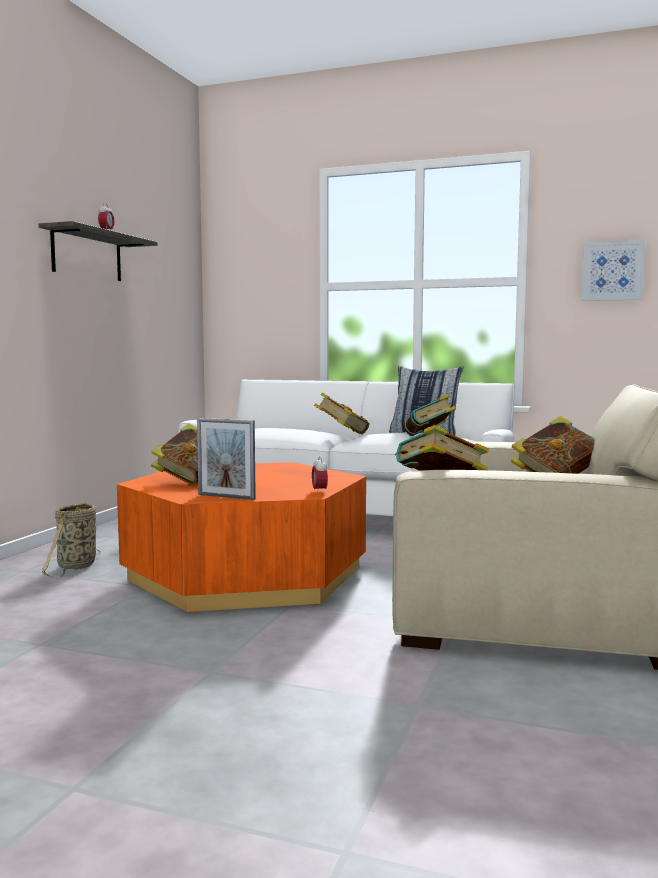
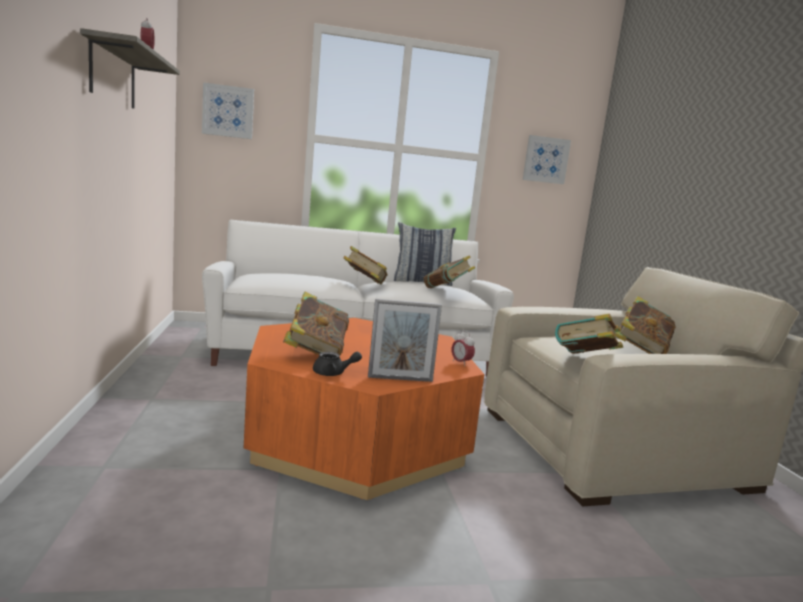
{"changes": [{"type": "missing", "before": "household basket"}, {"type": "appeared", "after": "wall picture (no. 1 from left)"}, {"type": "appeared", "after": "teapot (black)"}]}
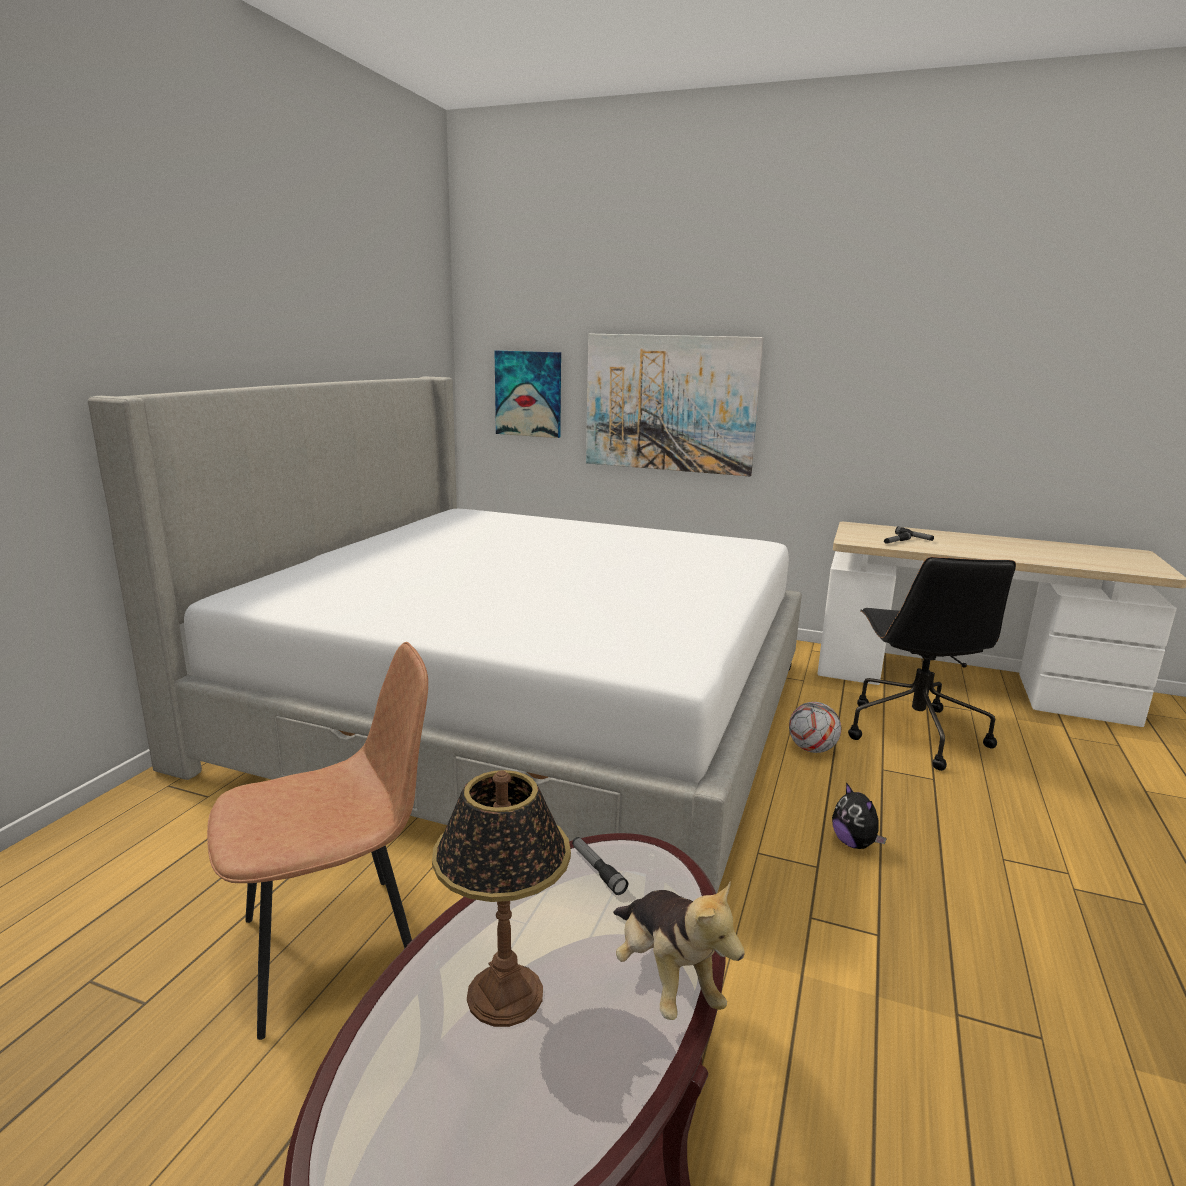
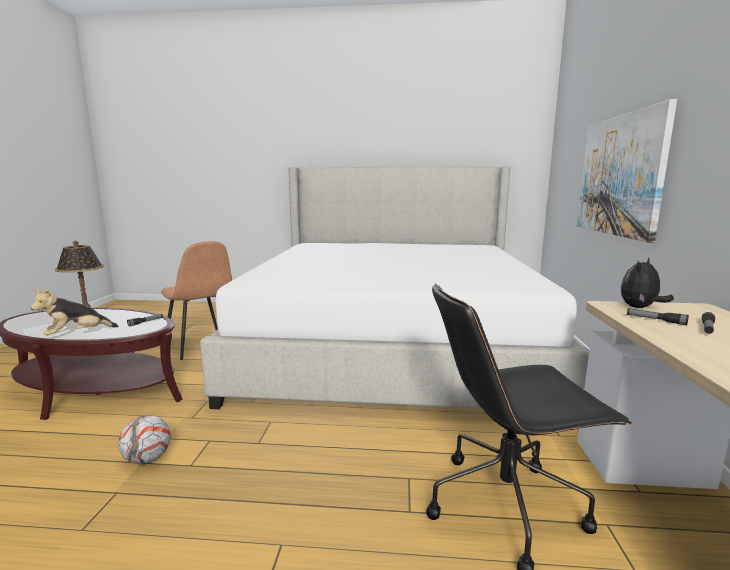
{"changes": [{"type": "missing", "before": "wall picture (no. 1 from left)"}, {"type": "relocated", "before": "ball for football"}, {"type": "relocated", "before": "soft toy (no. 2 from left)"}]}
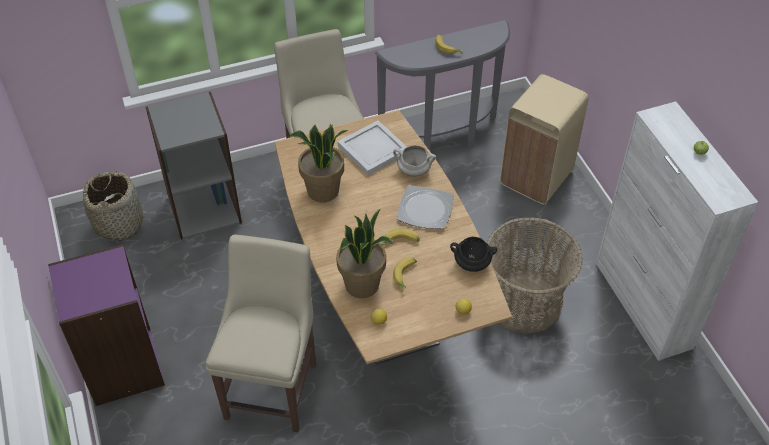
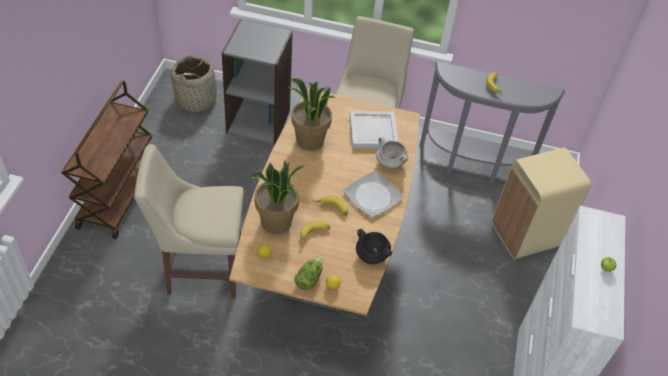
{"changes": [{"type": "missing", "before": "household basket (no. 2 from left)"}, {"type": "spun", "before": "plain chair (beige-coloured) (no. 1 from left)", "turn": -135}, {"type": "exchanged", "before": "bookshelf (purple-coloured)", "after": "trolley (brown-coloured)"}, {"type": "appeared", "after": "lettuce"}]}
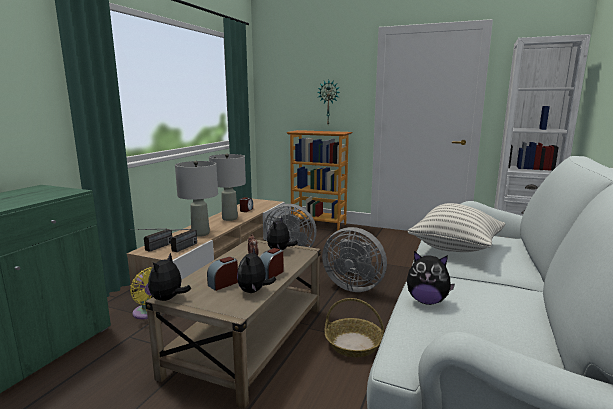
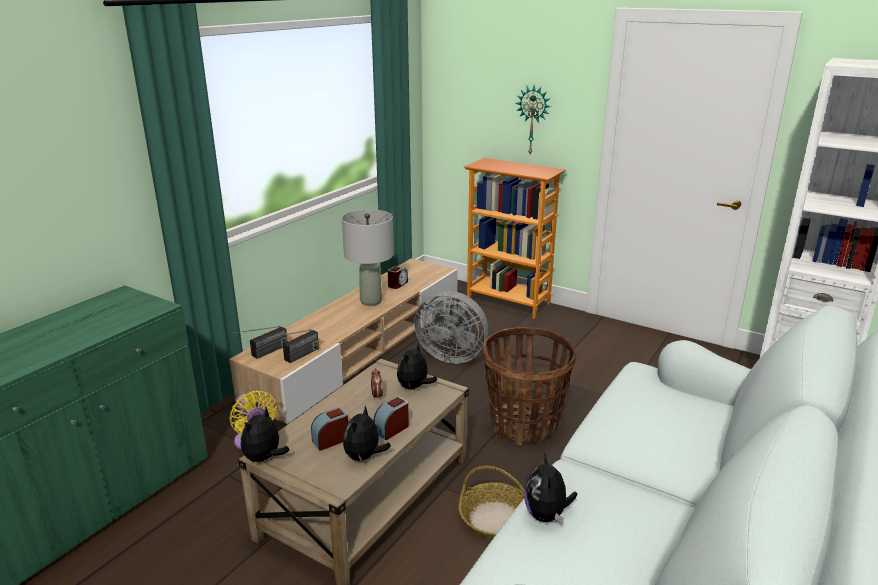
{"changes": [{"type": "missing", "before": "table lamp (greyish) (no. 1 from left)"}, {"type": "missing", "before": "cushion"}, {"type": "exchanged", "before": "fan (greyish) (no. 2 from left)", "after": "household basket (no. 2 from left)"}, {"type": "spun", "before": "soft toy (no. 4 from left)", "turn": 60}]}
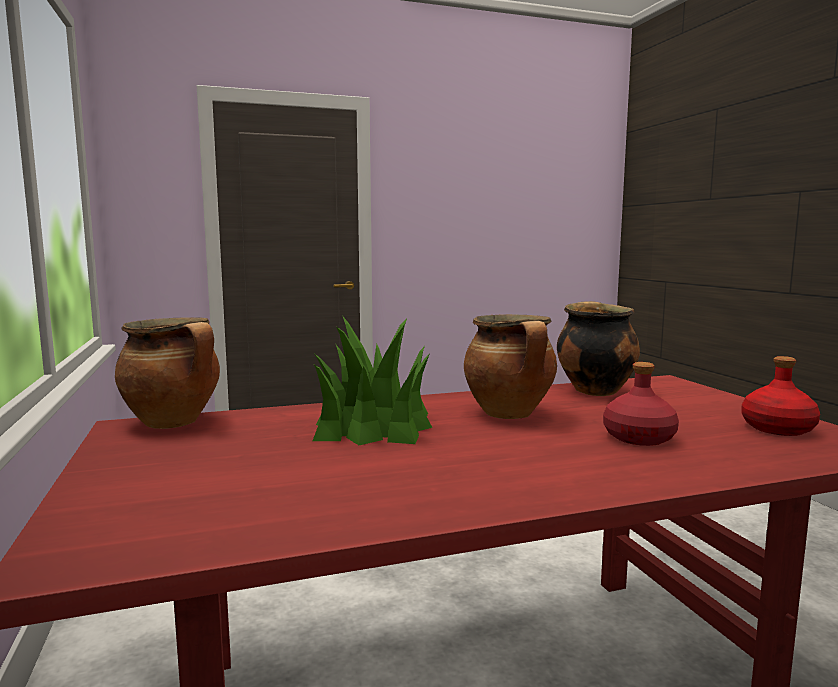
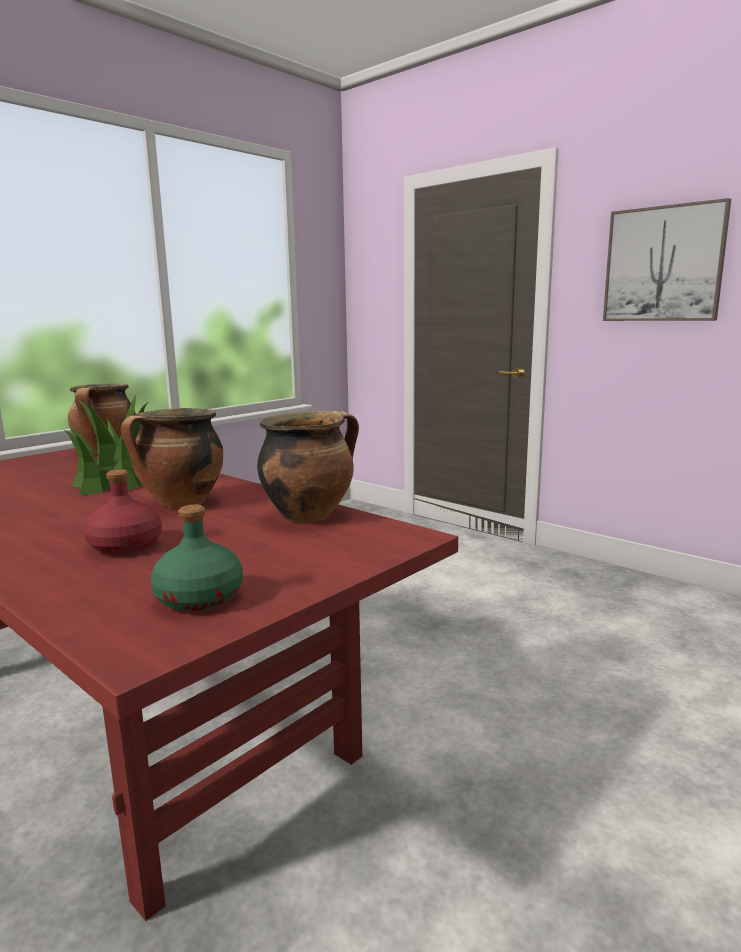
{"changes": [{"type": "colour", "before": "drink bottle (reddish) (no. 2 from left)", "after": "drink bottle (greenish)"}, {"type": "appeared", "after": "wall picture"}]}
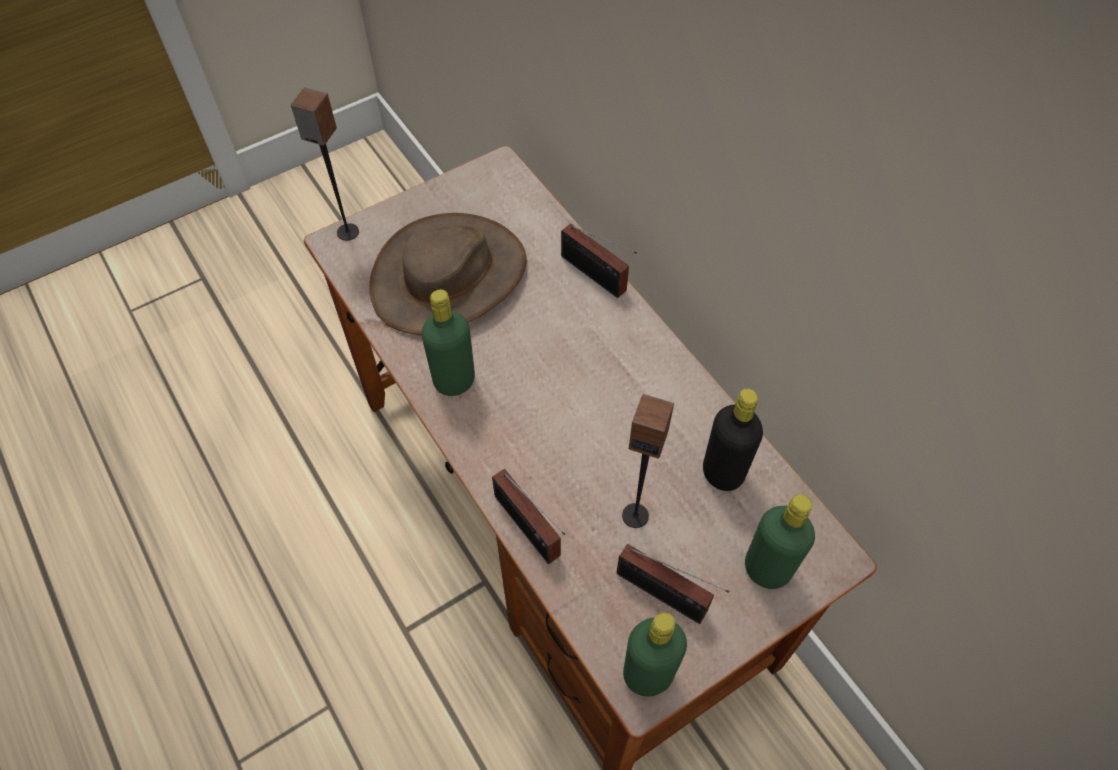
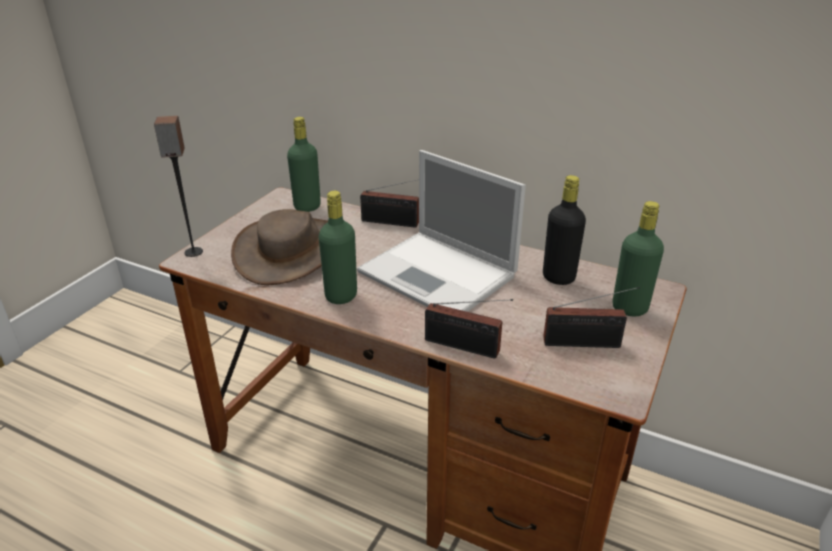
{"changes": [{"type": "missing", "before": "audio speaker (no. 2 from left)"}, {"type": "relocated", "before": "drink bottle (greenish) (no. 2 from left in the first image)", "after": "drink bottle (greenish) (no. 1 from left)"}, {"type": "appeared", "after": "laptop"}]}
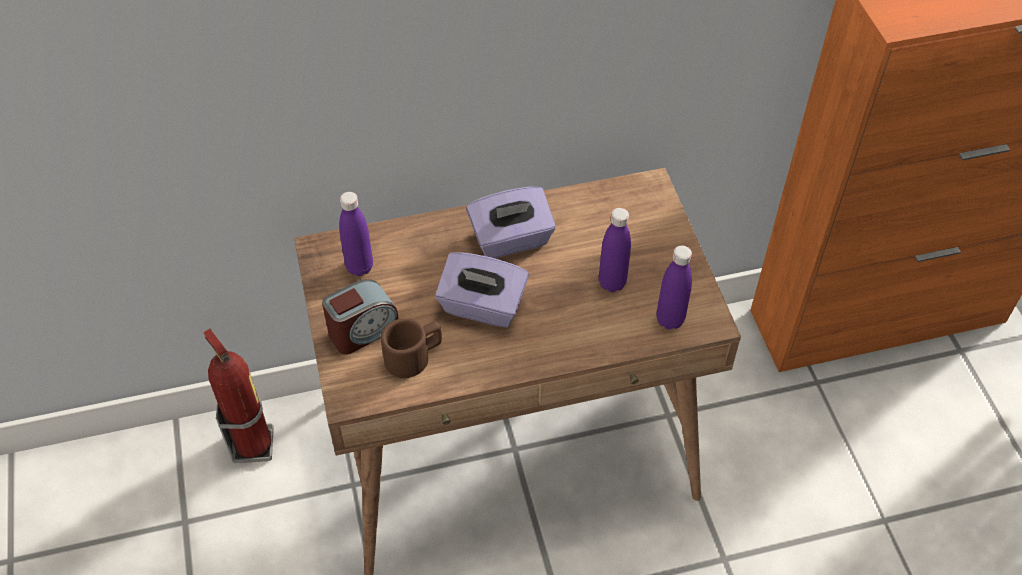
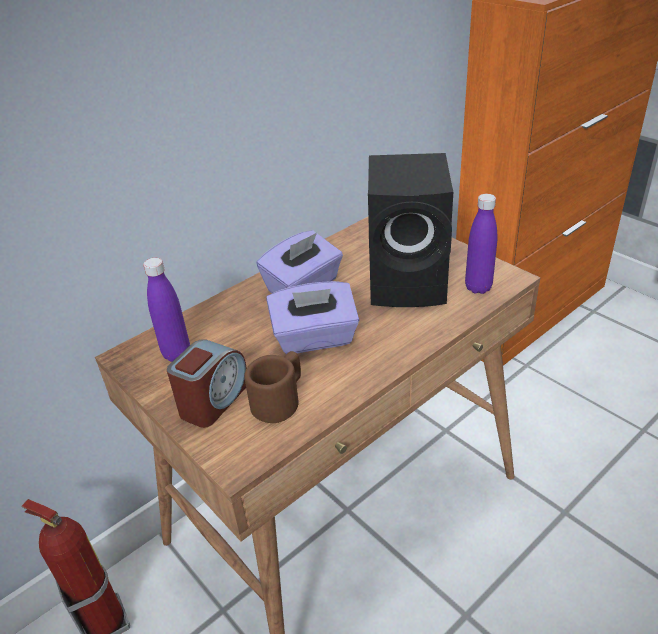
{"changes": [{"type": "exchanged", "before": "drink bottle (purple-coloured) (no. 2 from left)", "after": "audio speaker (black)"}]}
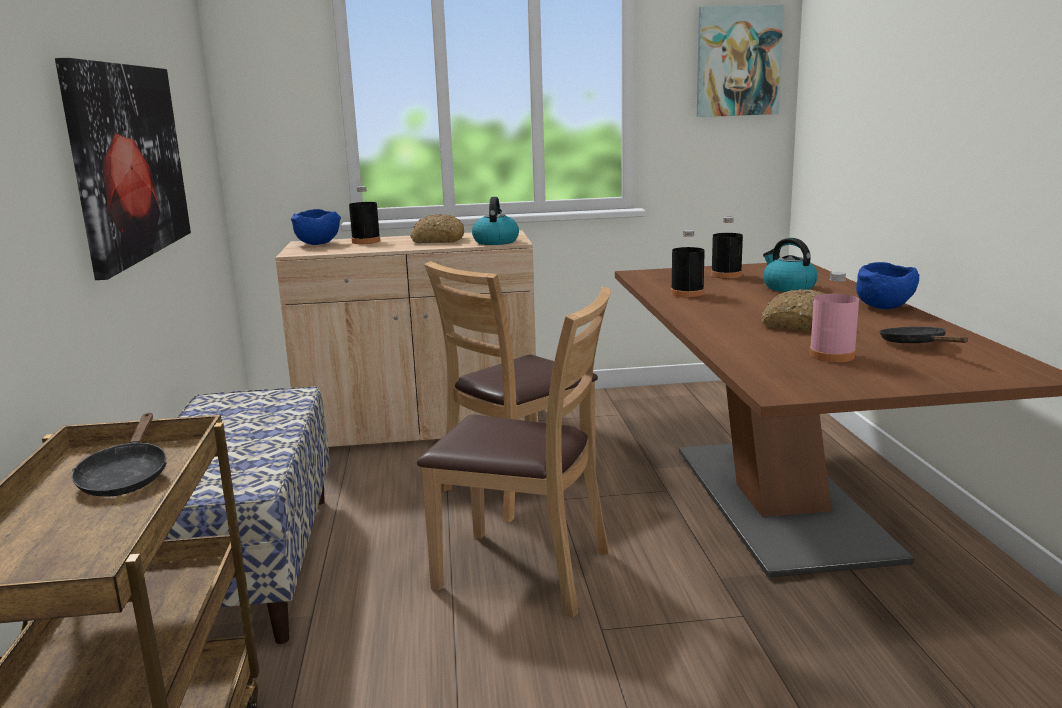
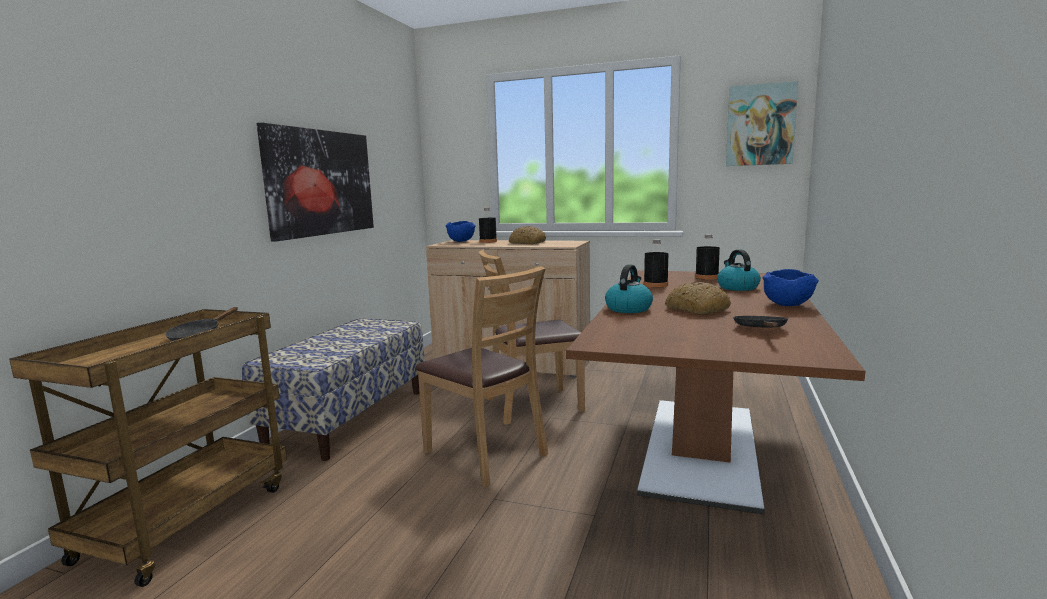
{"changes": [{"type": "relocated", "before": "water kettle (no. 1 from left)"}, {"type": "missing", "before": "drink bottle (pink-coloured)"}]}
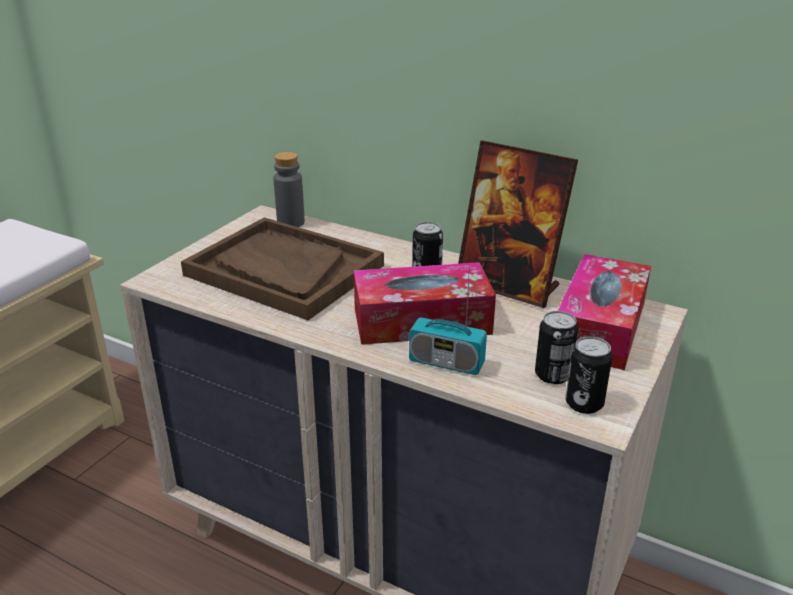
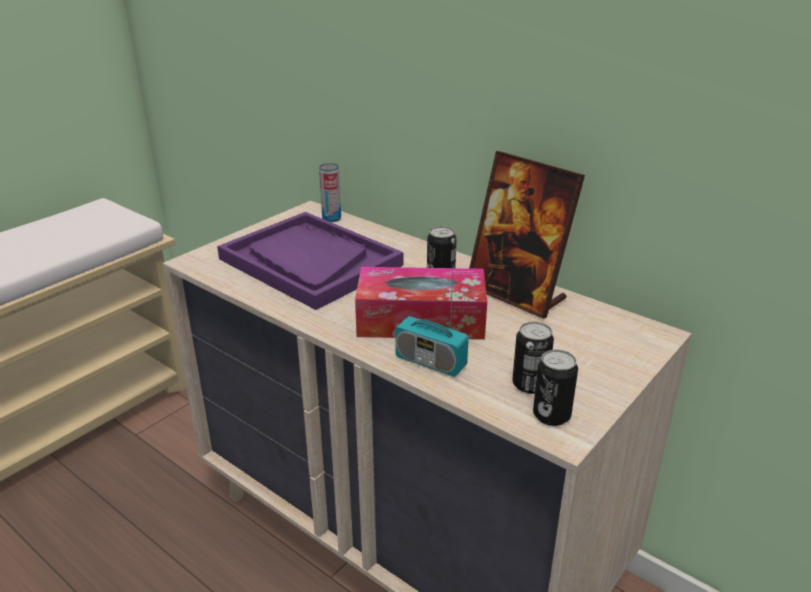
{"changes": [{"type": "exchanged", "before": "drink bottle (greyish)", "after": "sealed can (no. 1 from left)"}, {"type": "colour", "before": "tray (brown-coloured)", "after": "tray (purple-coloured)"}, {"type": "missing", "before": "tissue holder (no. 2 from left)"}]}
